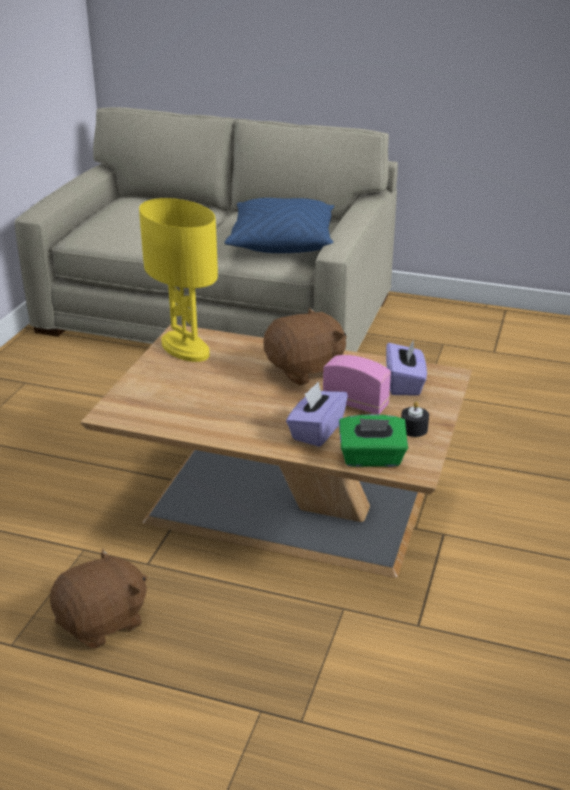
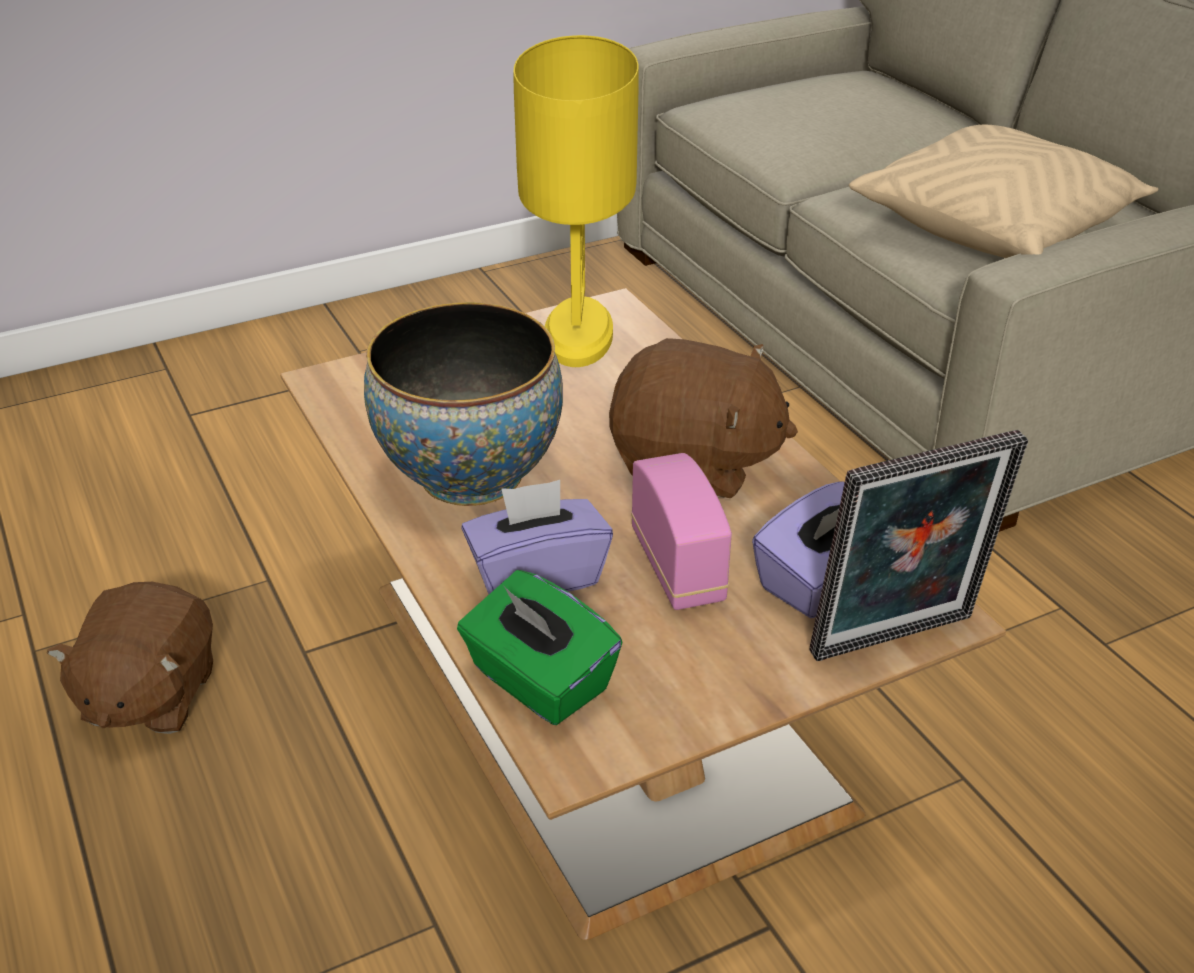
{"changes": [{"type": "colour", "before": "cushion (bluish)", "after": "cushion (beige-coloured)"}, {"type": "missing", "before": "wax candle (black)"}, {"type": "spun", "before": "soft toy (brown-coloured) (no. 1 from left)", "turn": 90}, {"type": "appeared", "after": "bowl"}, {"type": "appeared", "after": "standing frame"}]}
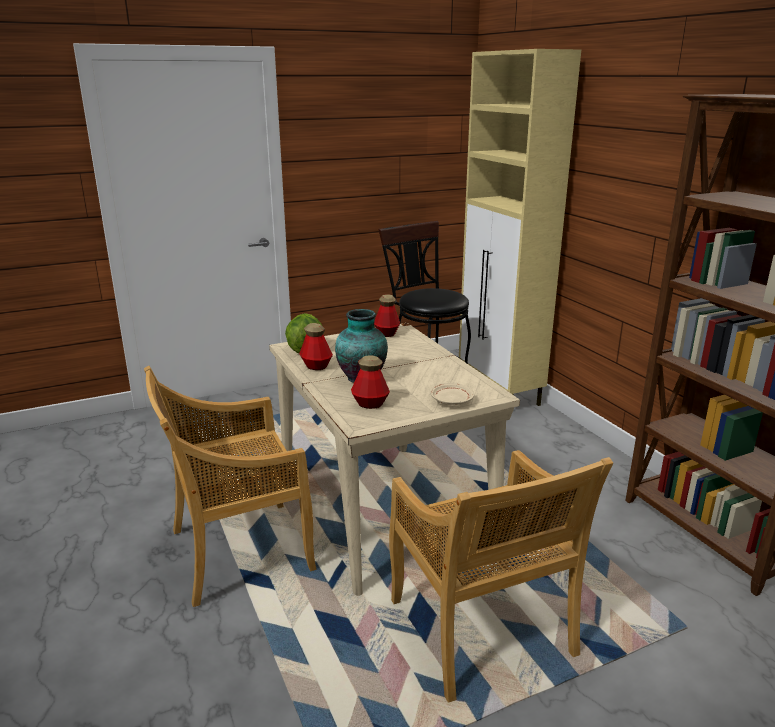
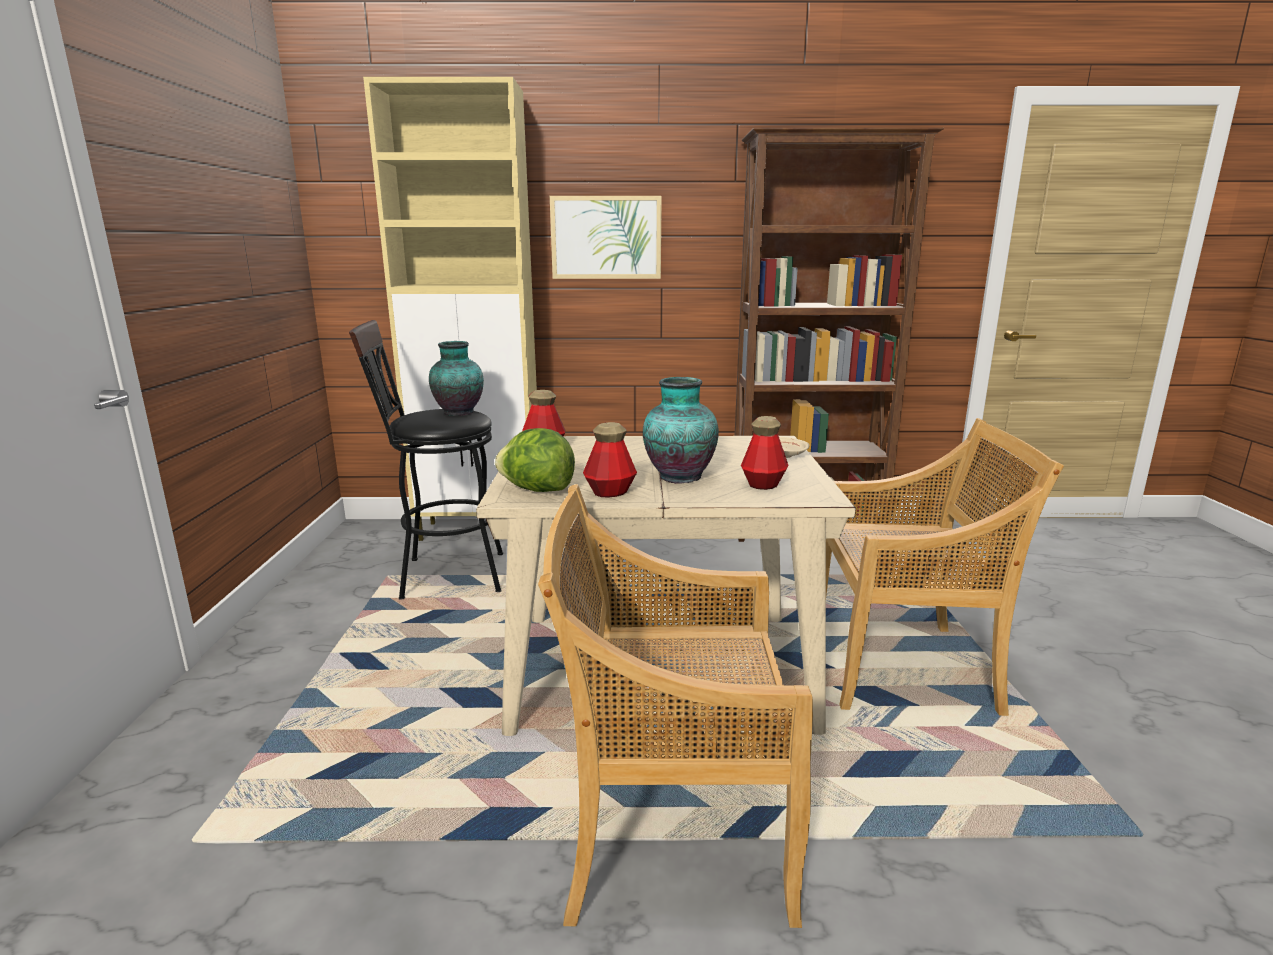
{"changes": [{"type": "spun", "before": "plain chair (beige-coloured) (no. 1 from left)", "turn": 90}, {"type": "appeared", "after": "wall picture"}, {"type": "appeared", "after": "flower vase (no. 1 from left)"}]}
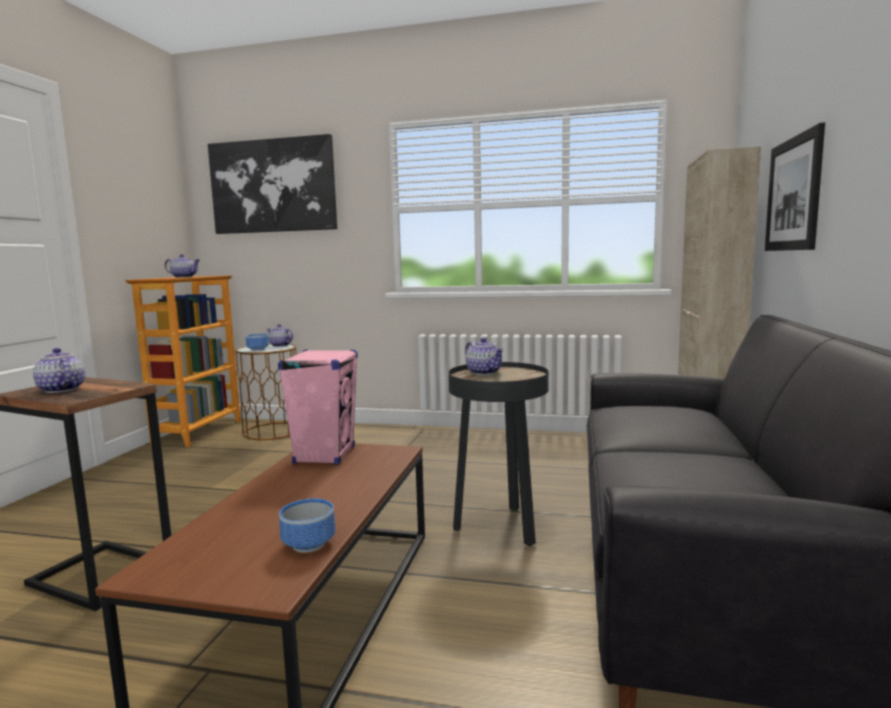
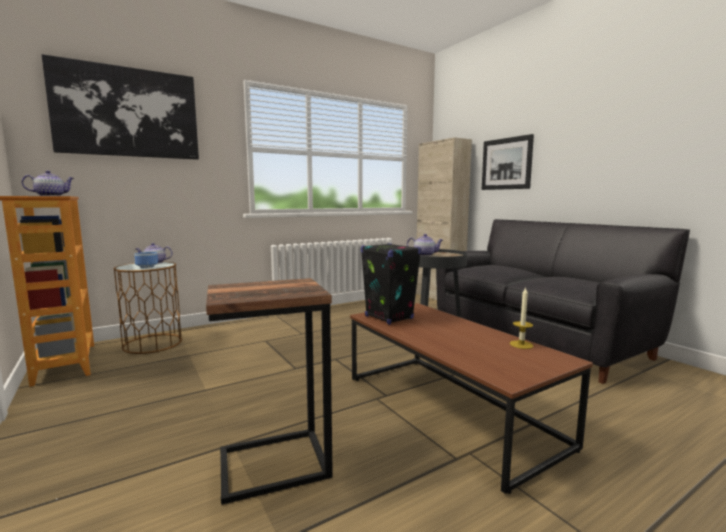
{"changes": [{"type": "missing", "before": "teapot (no. 1 from left)"}, {"type": "colour", "before": "audio speaker (pink-coloured)", "after": "audio speaker (black)"}, {"type": "exchanged", "before": "bowl (no. 2 from left)", "after": "wax candle"}]}
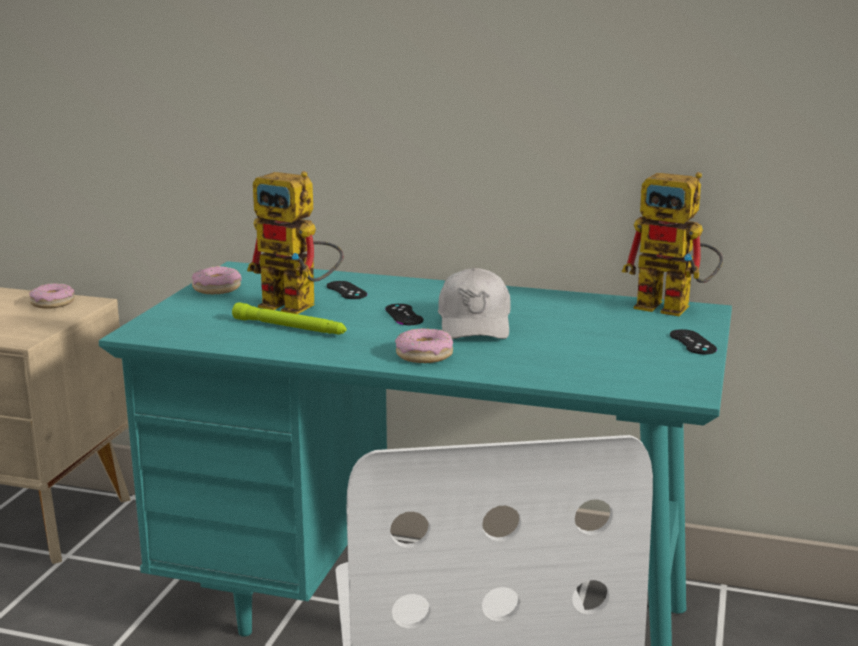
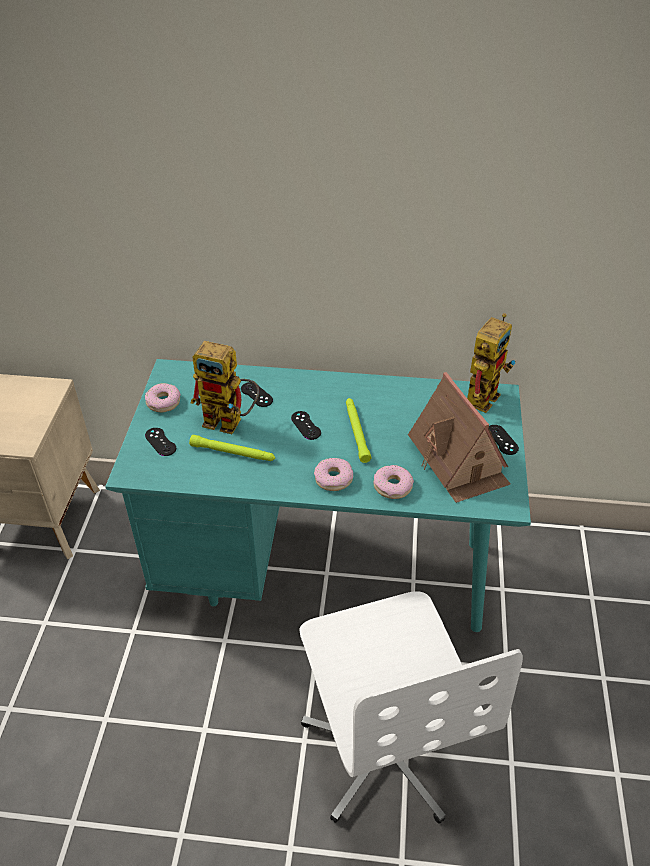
{"changes": [{"type": "spun", "before": "model robot (no. 2 from left)", "turn": -75}, {"type": "exchanged", "before": "baseball cap (white-coloured)", "after": "hand torch (greenish) (no. 2 from left)"}, {"type": "relocated", "before": "ring doughnut (no. 1 from left in the first image)", "after": "ring doughnut (no. 3 from left)"}, {"type": "appeared", "after": "model house"}, {"type": "appeared", "after": "game controller (black) (no. 1 from left)"}]}
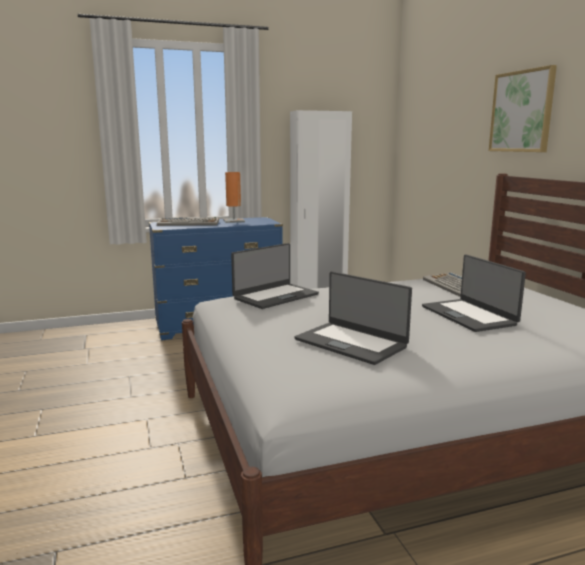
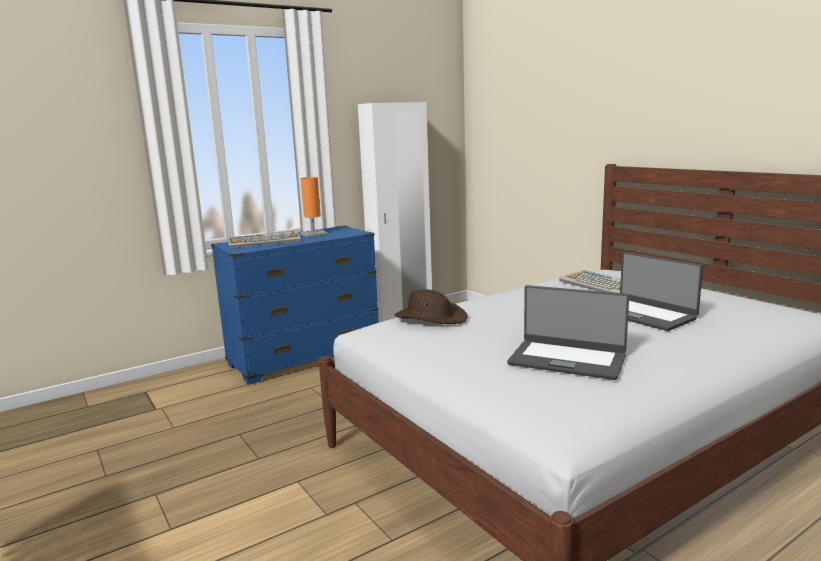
{"changes": [{"type": "missing", "before": "wall picture"}, {"type": "exchanged", "before": "laptop (no. 1 from left)", "after": "wearable hat (brown-coloured)"}]}
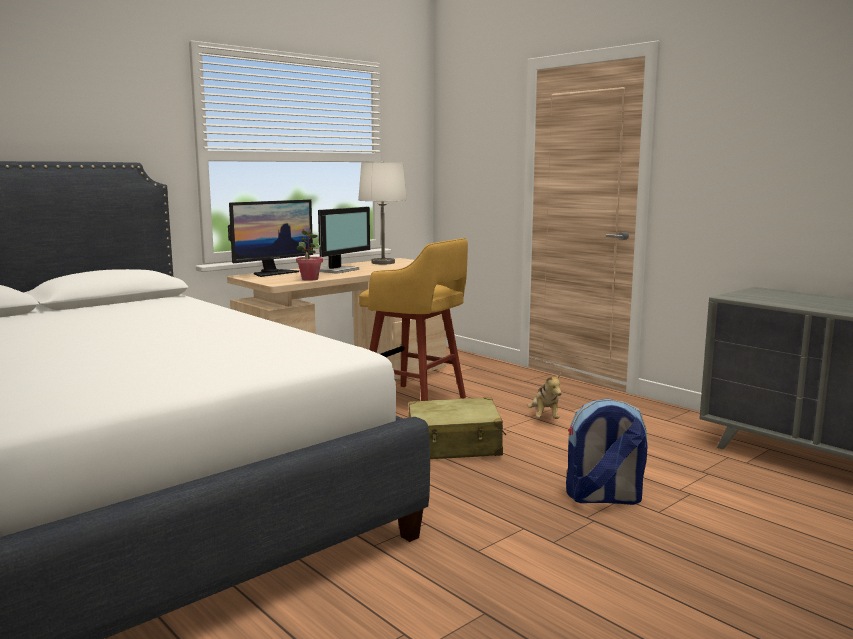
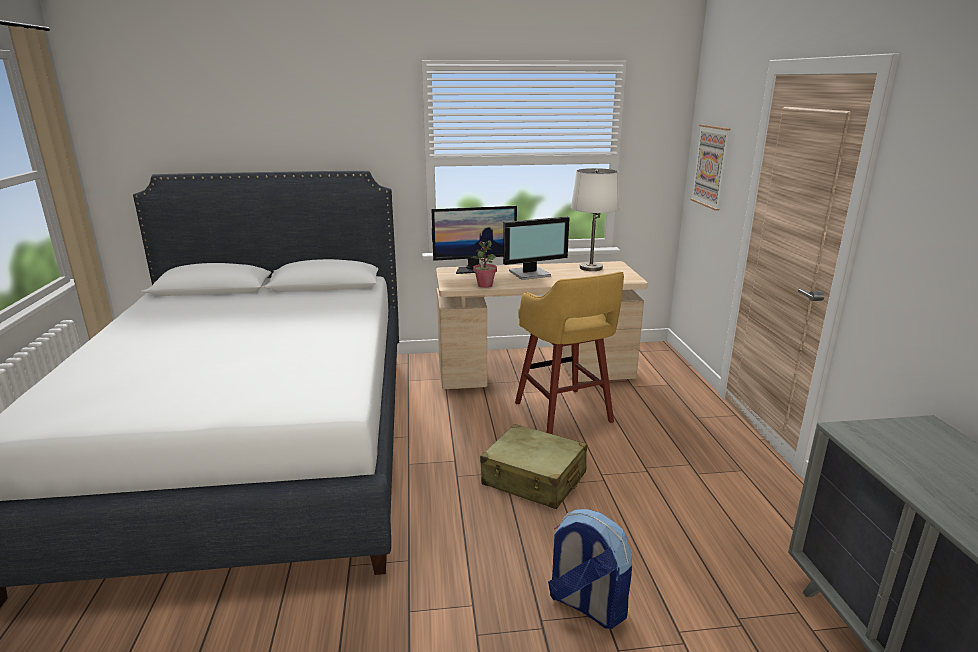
{"changes": [{"type": "missing", "before": "soft toy"}, {"type": "appeared", "after": "wall picture"}]}
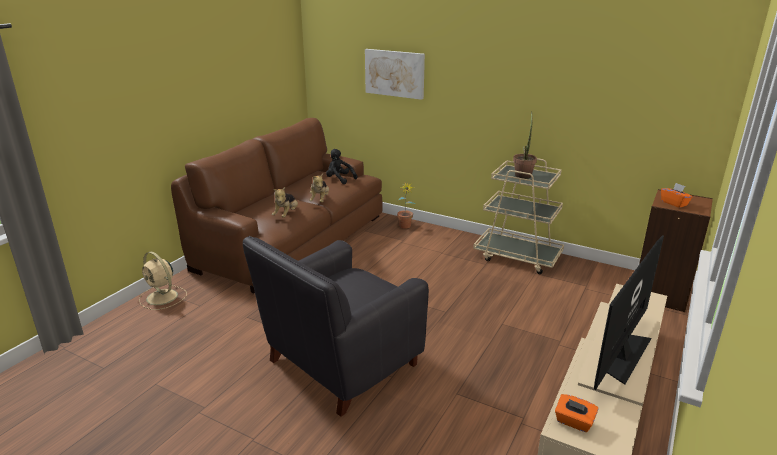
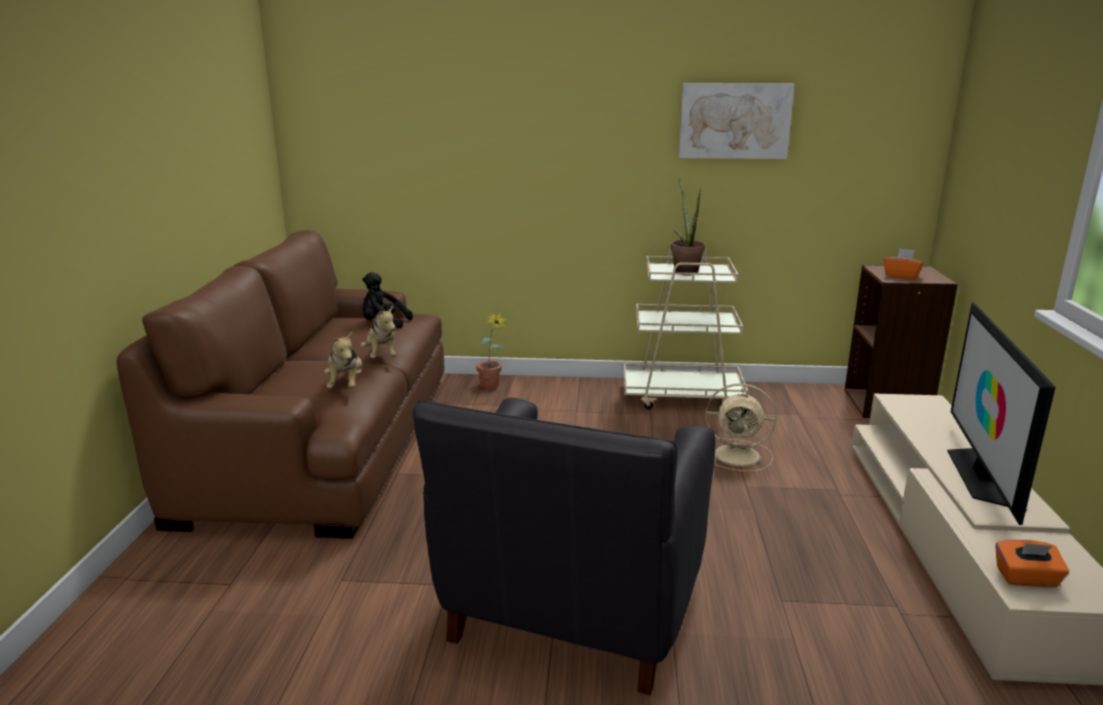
{"changes": [{"type": "relocated", "before": "wall picture"}, {"type": "relocated", "before": "fan (beige-coloured)"}]}
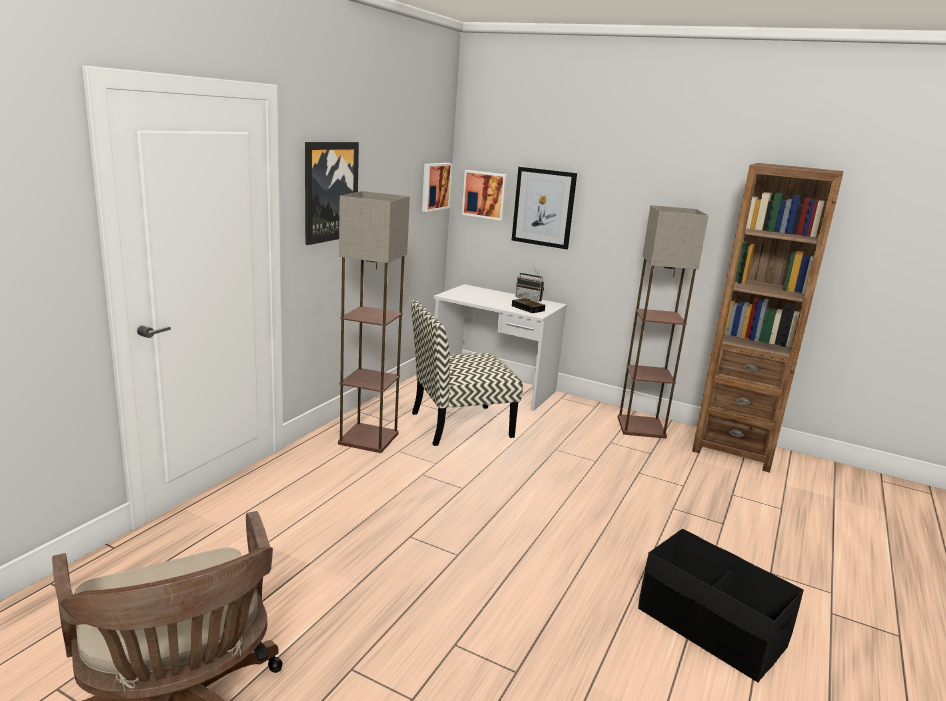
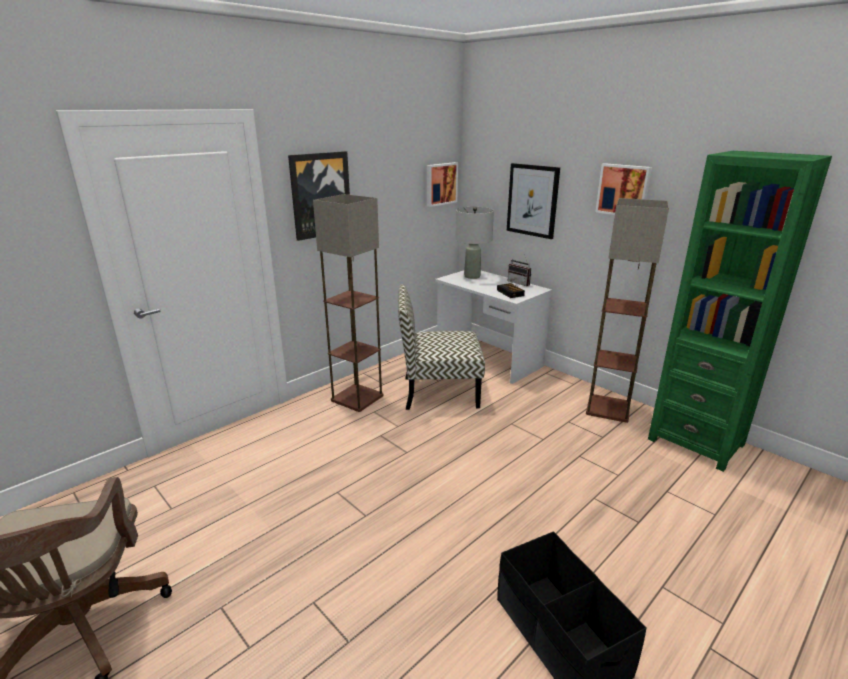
{"changes": [{"type": "colour", "before": "bookshelf (brown-coloured)", "after": "bookshelf (greenish)"}, {"type": "relocated", "before": "wall picture (no. 3 from left in the first image)", "after": "wall picture (no. 4 from left)"}, {"type": "appeared", "after": "table lamp (greyish)"}]}
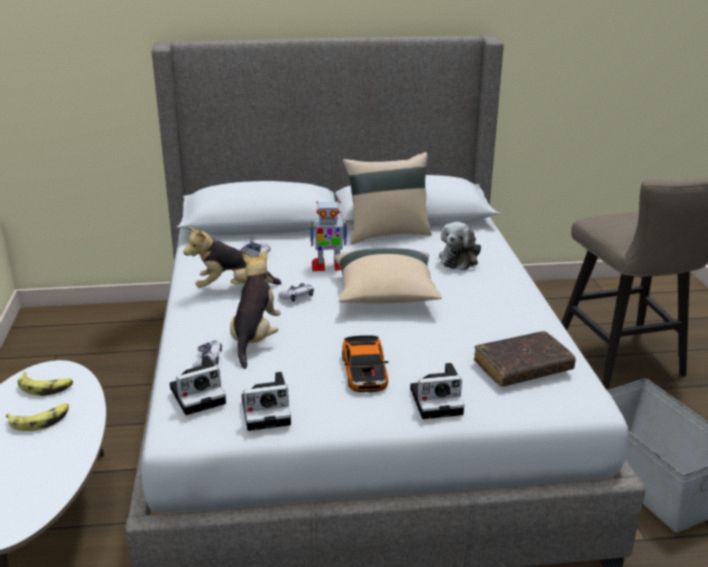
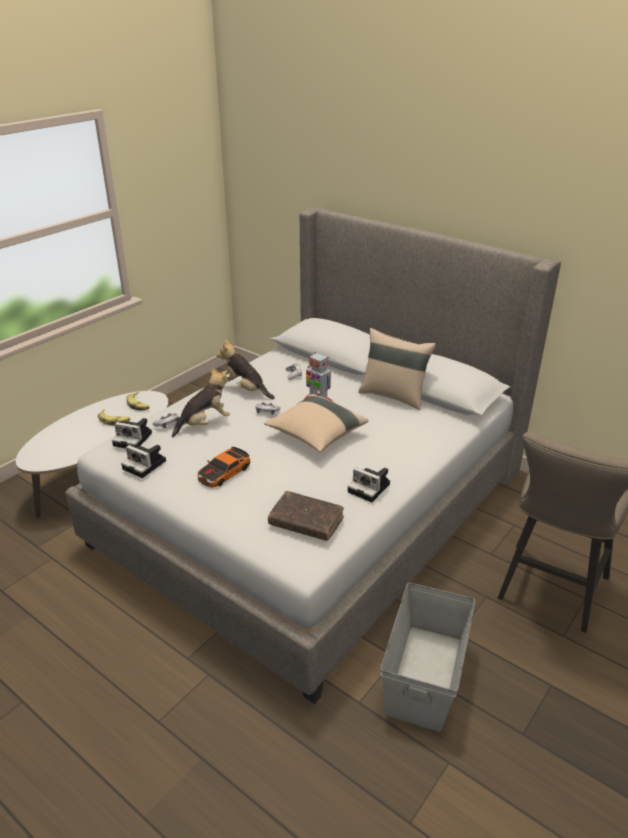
{"changes": [{"type": "missing", "before": "soft toy (no. 3 from left)"}, {"type": "relocated", "before": "photo camera (no. 3 from left)"}]}
